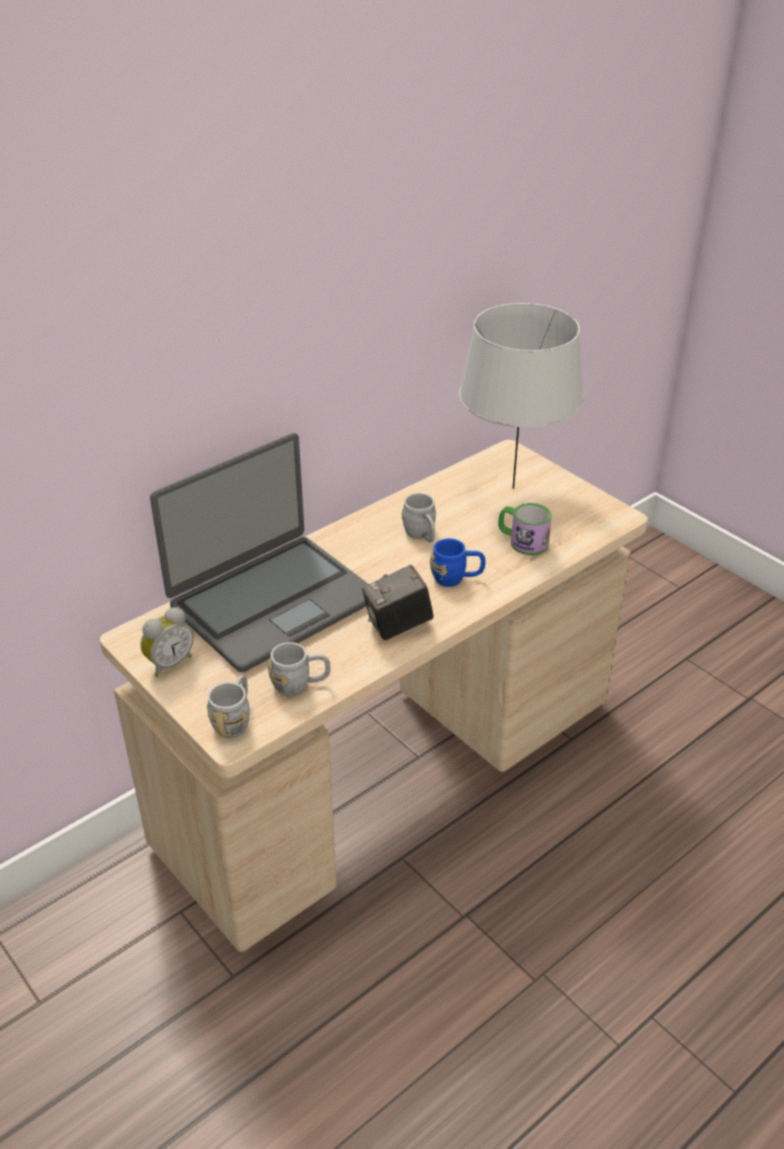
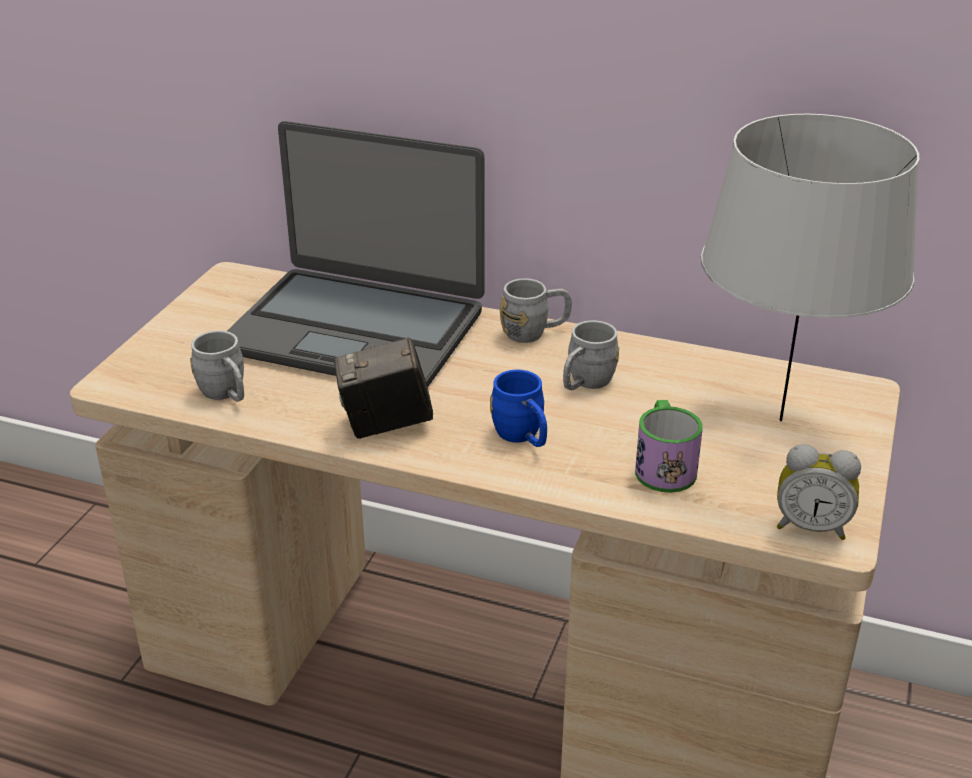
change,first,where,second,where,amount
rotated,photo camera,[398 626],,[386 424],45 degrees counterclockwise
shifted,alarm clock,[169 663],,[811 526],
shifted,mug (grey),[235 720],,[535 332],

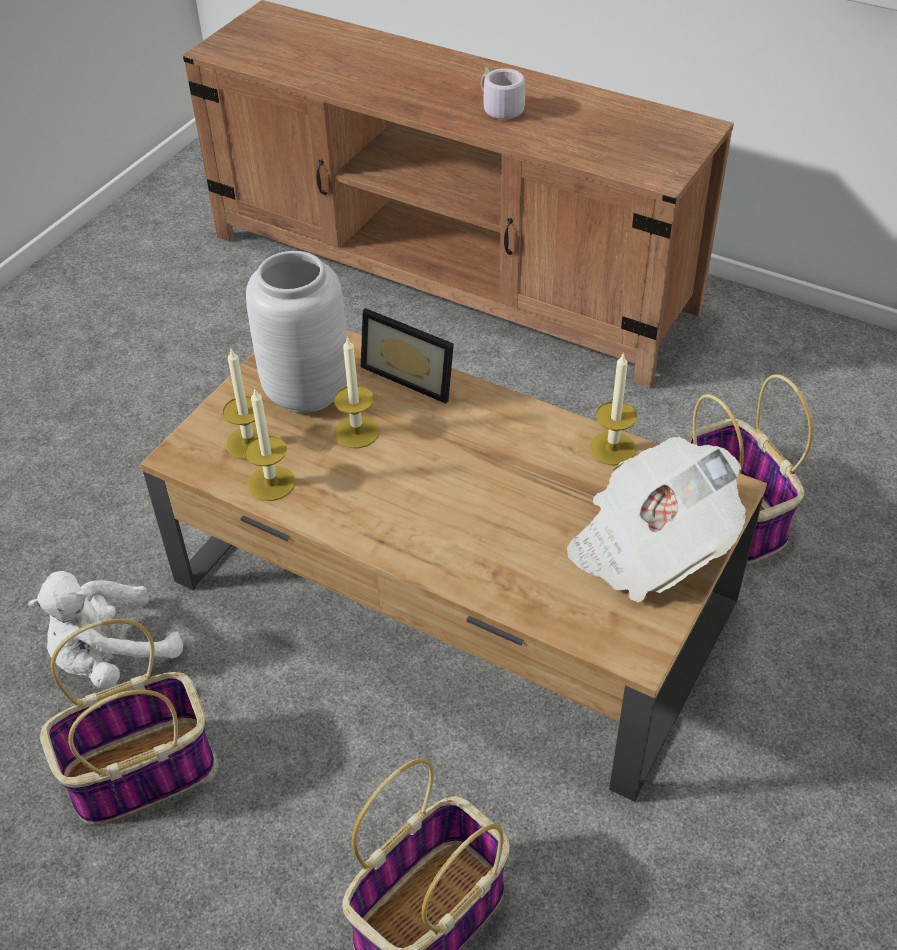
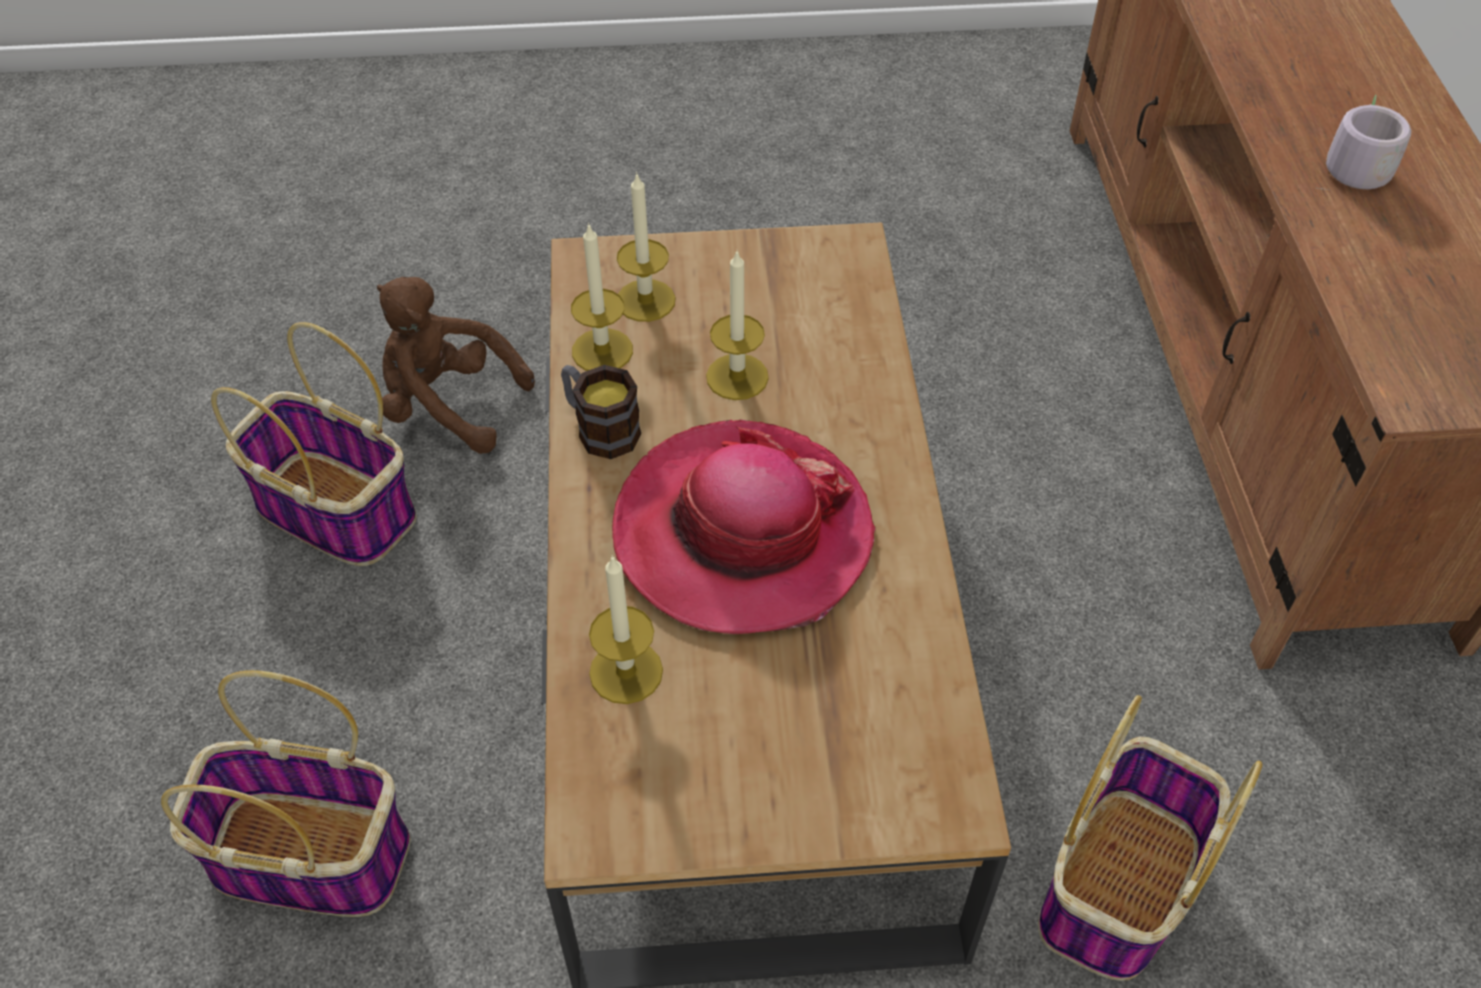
change,first,where,second,where,amount
gone,vase (grey),[309 391],,,
gone,picture frame,[413 374],,,
shifted,candle,[612 448],,[626 672],
gone,newspaper,[649 547],,,
repainted,plush toy (white),[110 657],plush toy (brown),[448 405],
new,,,mug,[600 428],
new,,,hat,[742 533],

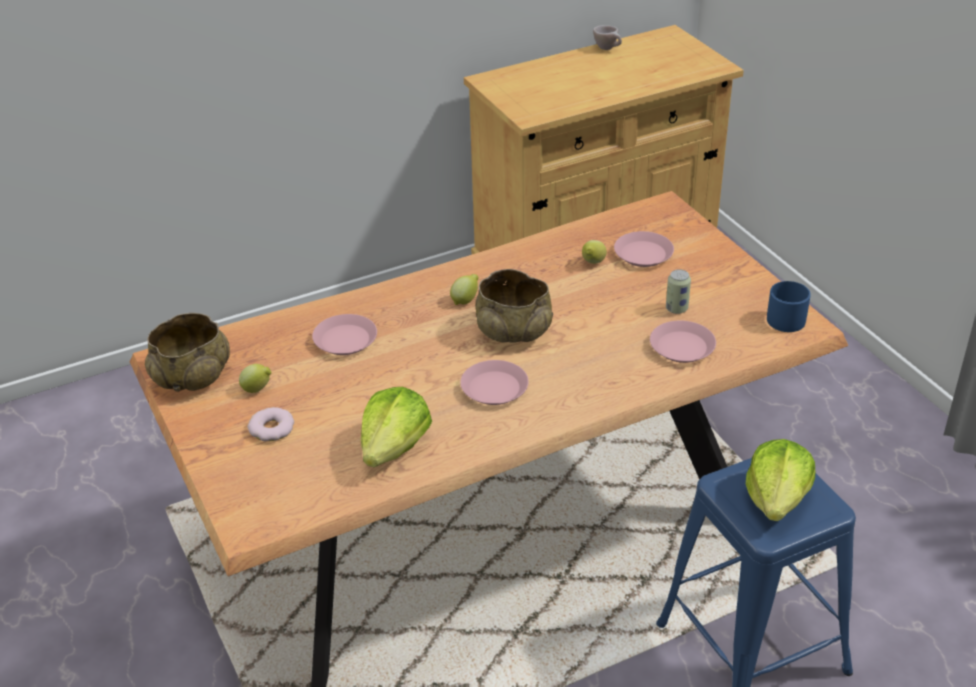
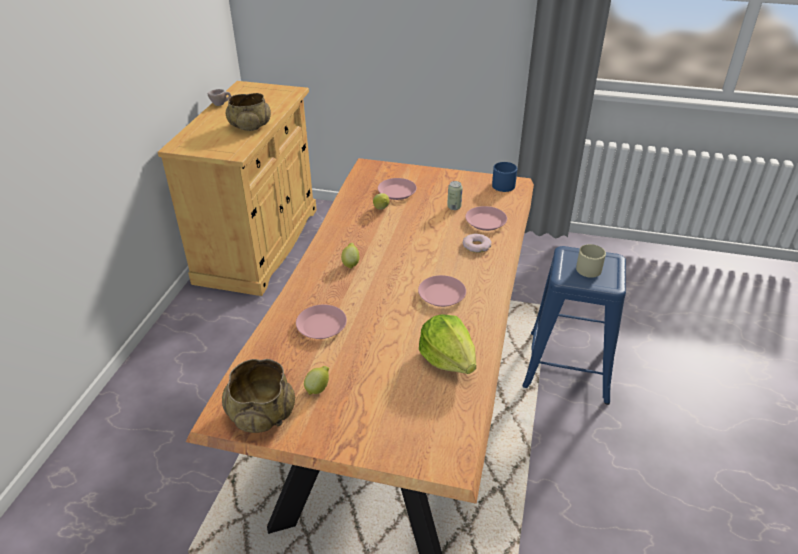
change,first,where,second,where,amount
shifted,bowl (beige),[513 331],,[250 126],
shifted,donut,[272 429],,[476 246],
swapped,lettuce,[777 499],mug (beige),[591 268],

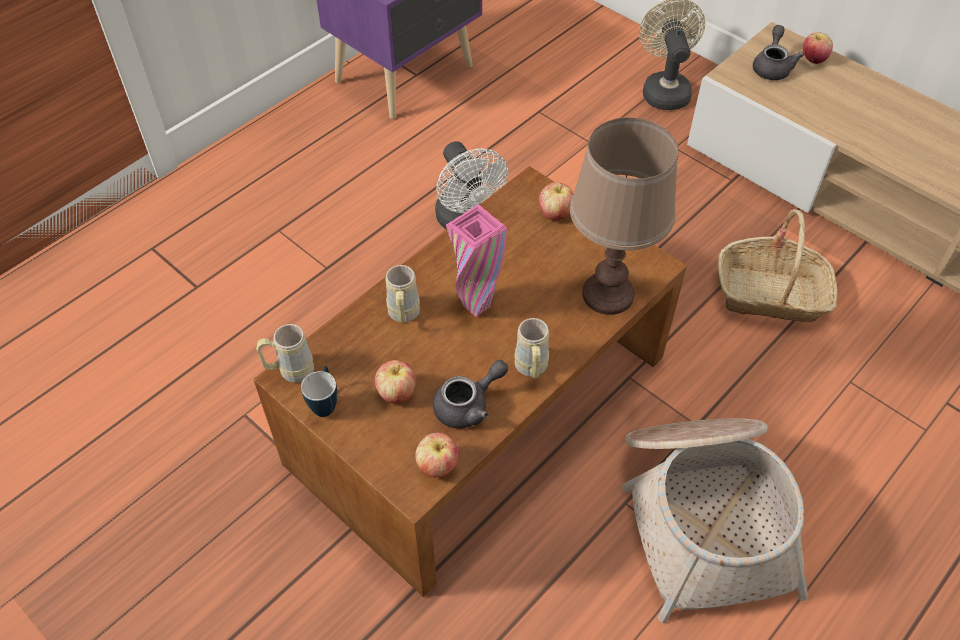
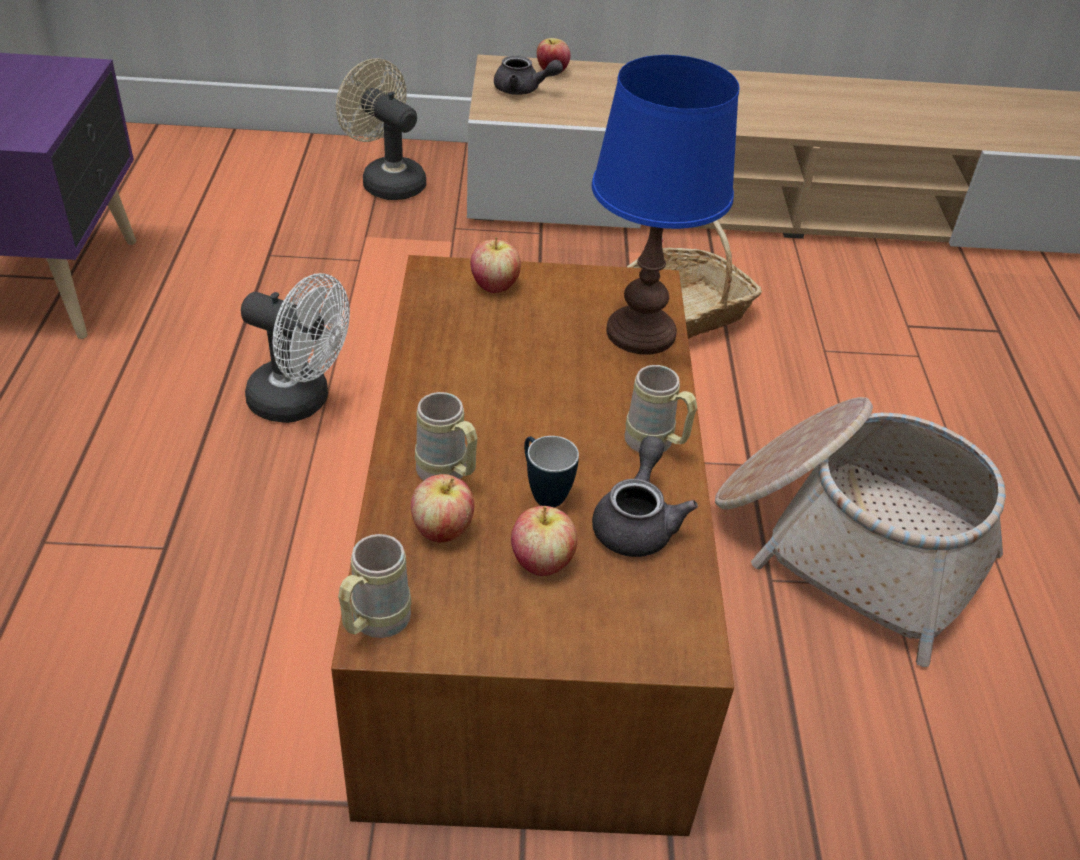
change,first,where,second,where,amount
rotated,teapot (grey),[772 67],,[523 90],135 degrees clockwise
repainted,table lamp (brown),[607 294],table lamp (blue),[639 332],
gone,vase (pink),[476 306],,,
shifted,mug,[325 403],,[543 492],
shifted,apple,[437 466],,[442 530],

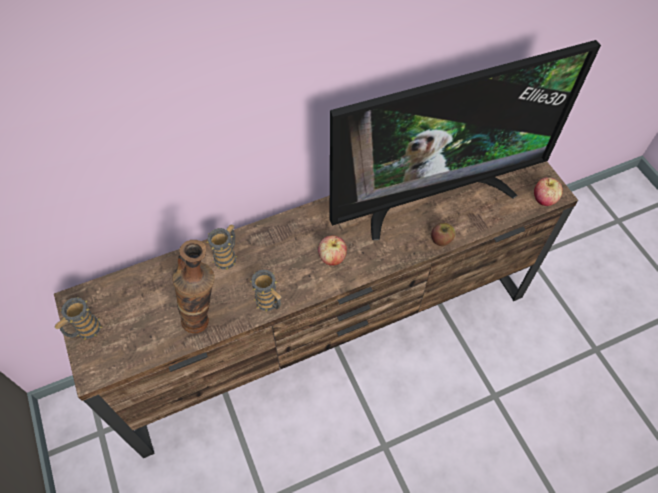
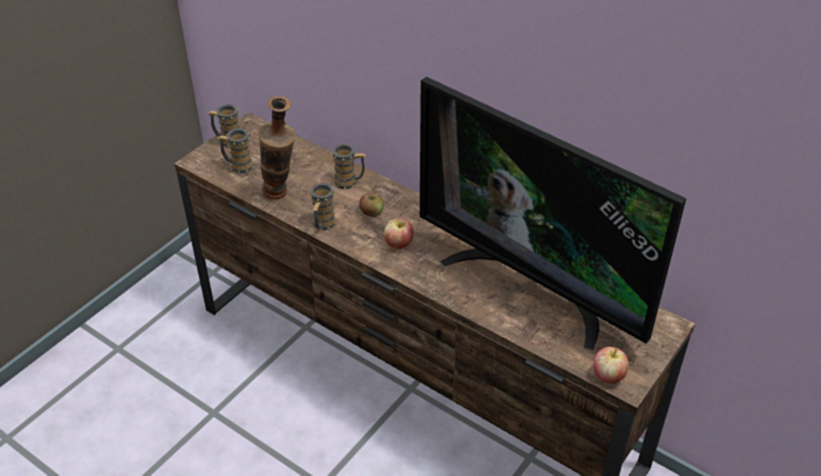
change,first,where,second,where,amount
shifted,apple,[441 239],,[372 212],
new,,,mug,[238 166],

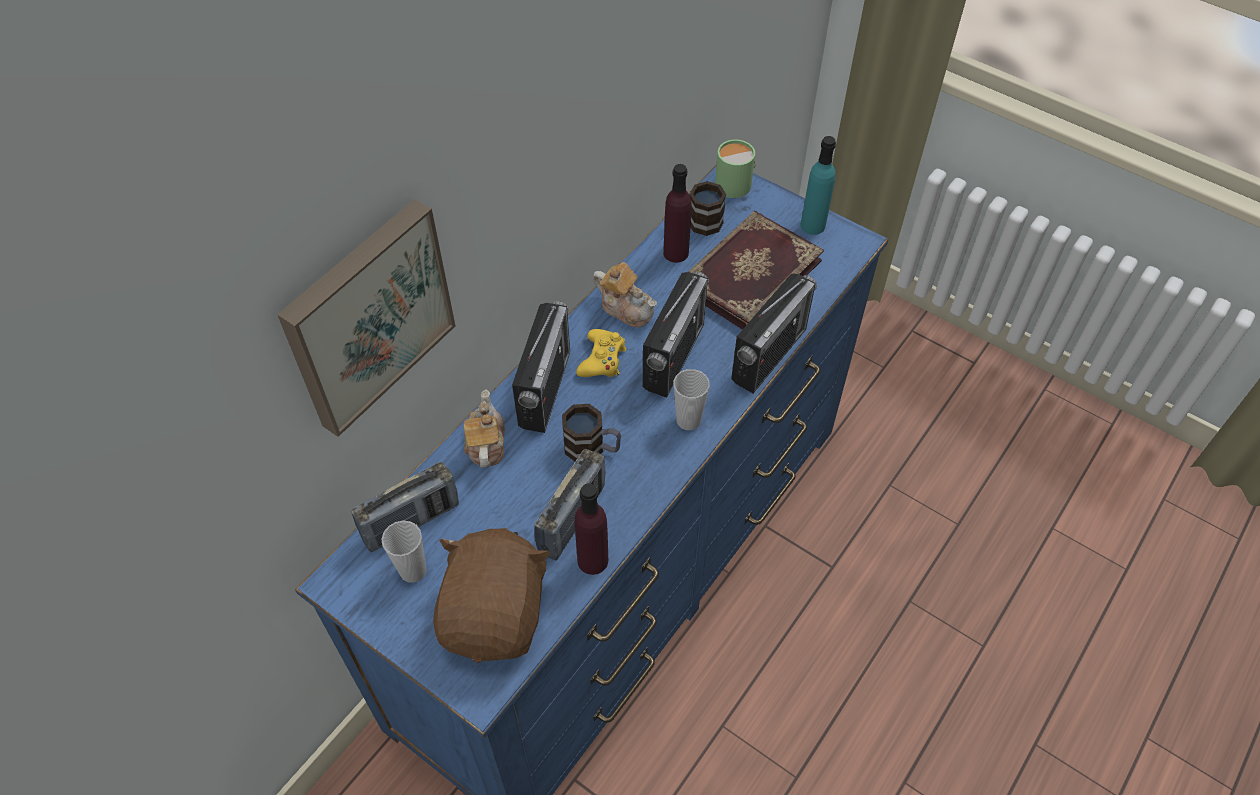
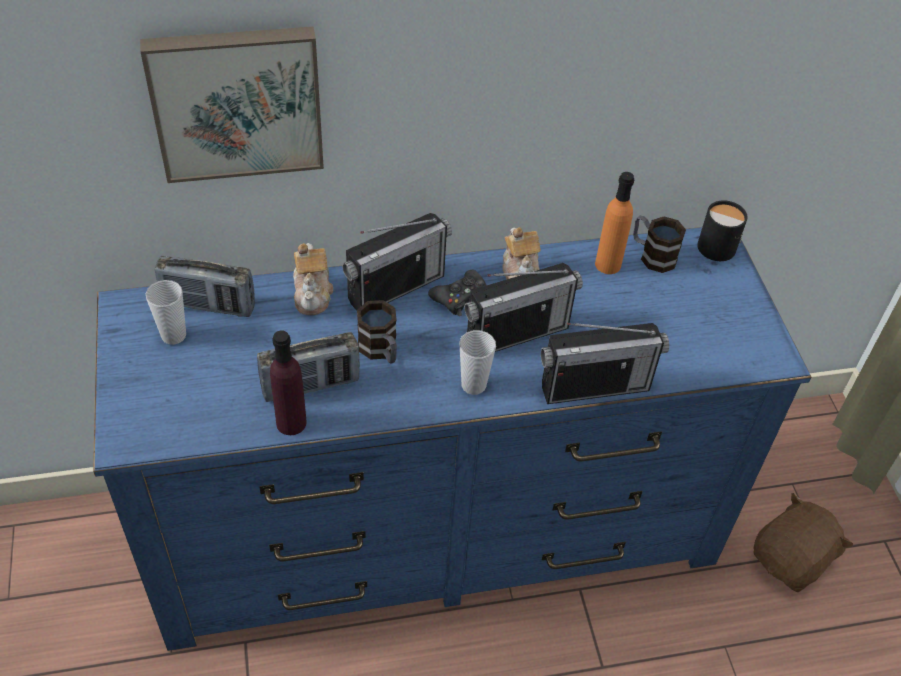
change,first,where,second,where,amount
gone,bottle (turquoise),[812 225],,,
repainted,mug (green),[732 182],mug (black),[718 244],
repainted,bottle (purple),[676 253],bottle (orange),[608 264],
gone,book,[748 273],,,
repainted,game controller (yellow),[602 359],game controller (black),[460 298],
rotated,teapot,[485 444],,[313 293],135 degrees clockwise
shifted,plush toy (brown),[496 614],,[791 560],

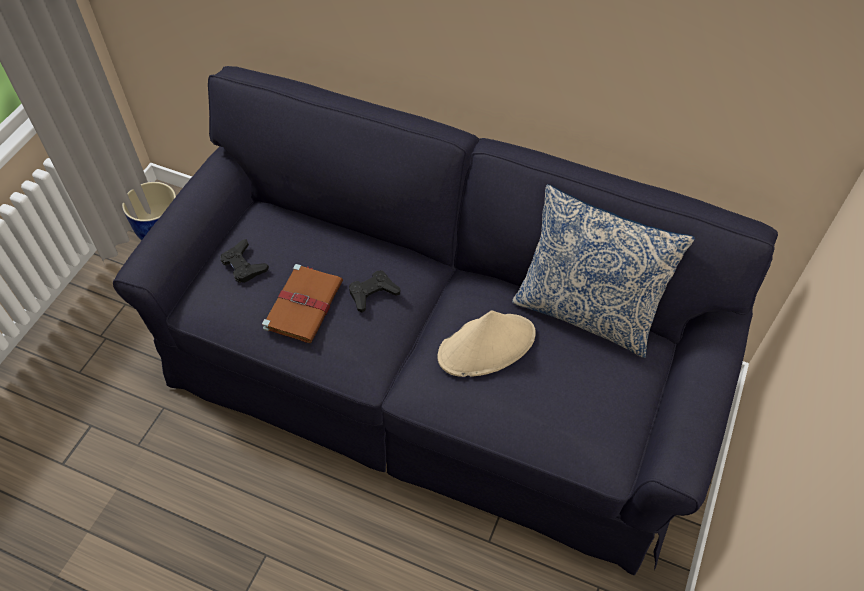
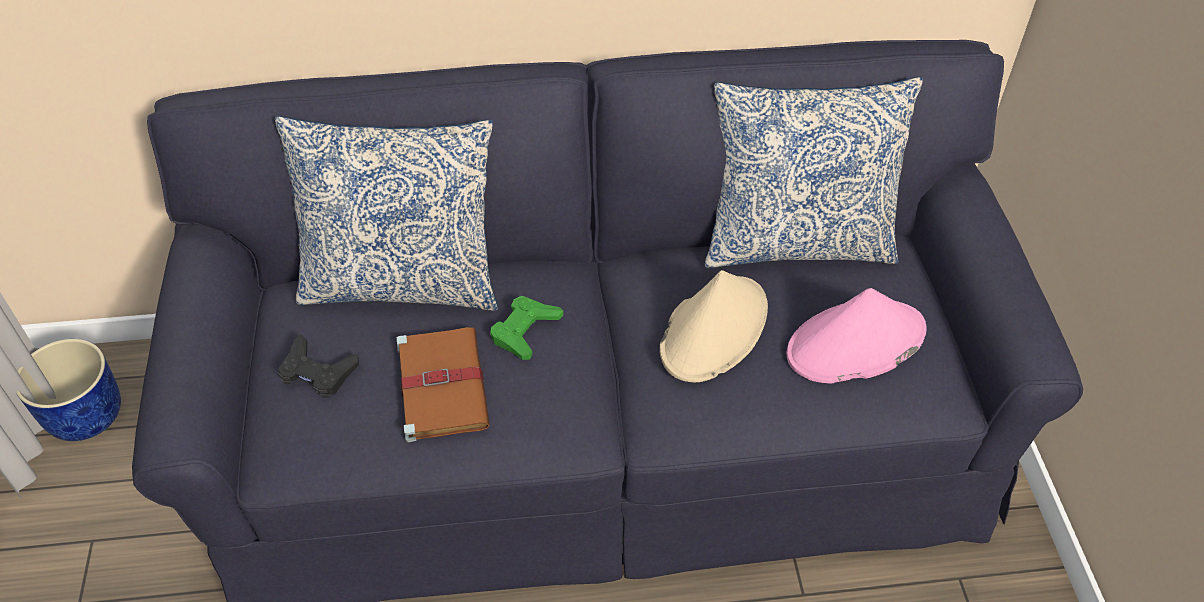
change,first,where,second,where,amount
repainted,game controller (black),[373 293],game controller (green),[525 331],
new,,,pillow,[403 281],
new,,,hat (pink),[855 343],

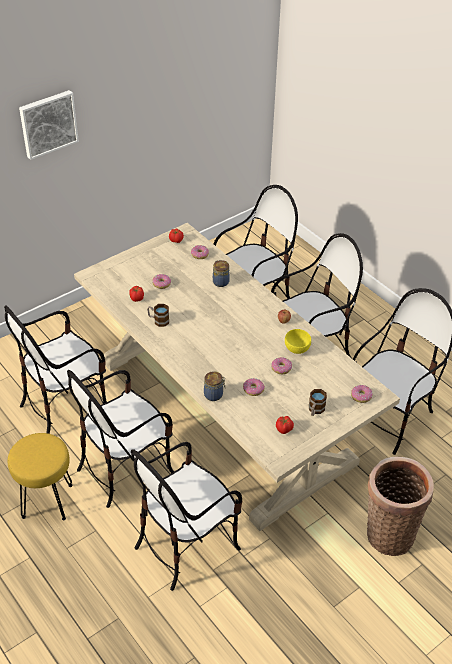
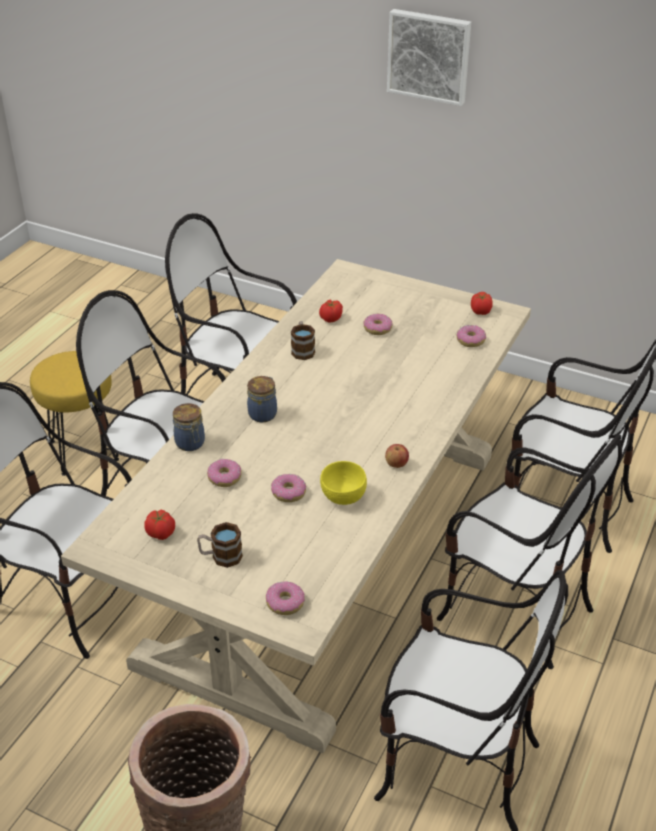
change,first,where,second,where,amount
shifted,jar,[220 281],,[263 413],

